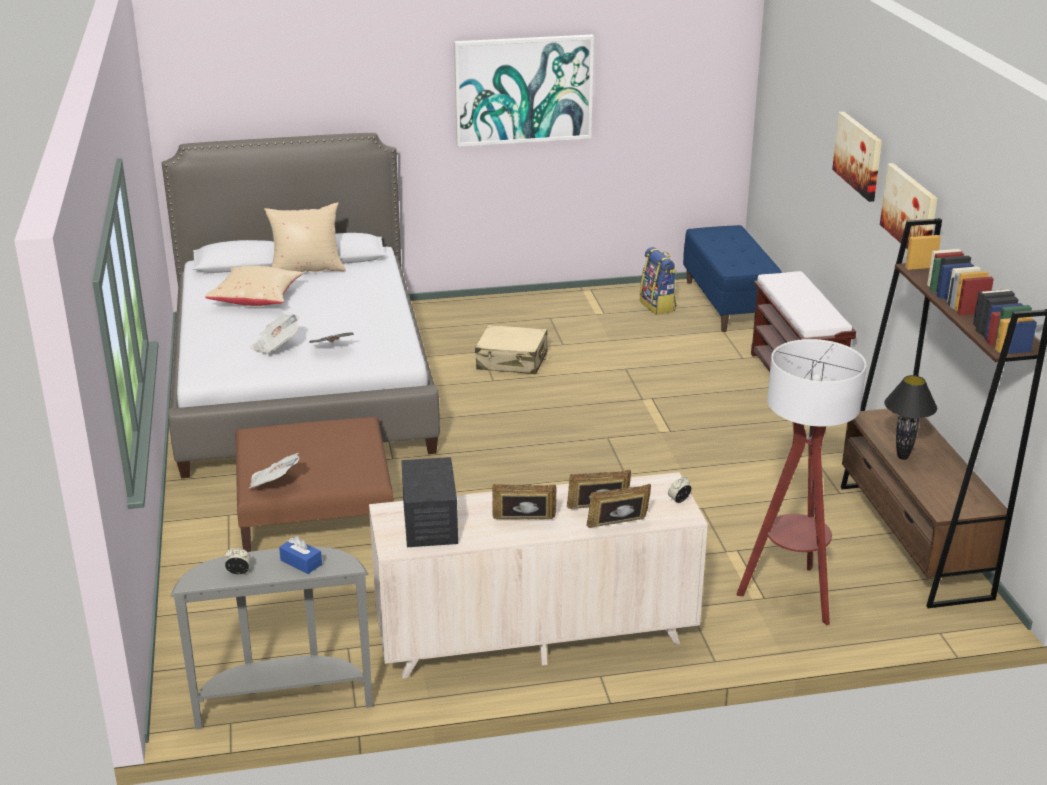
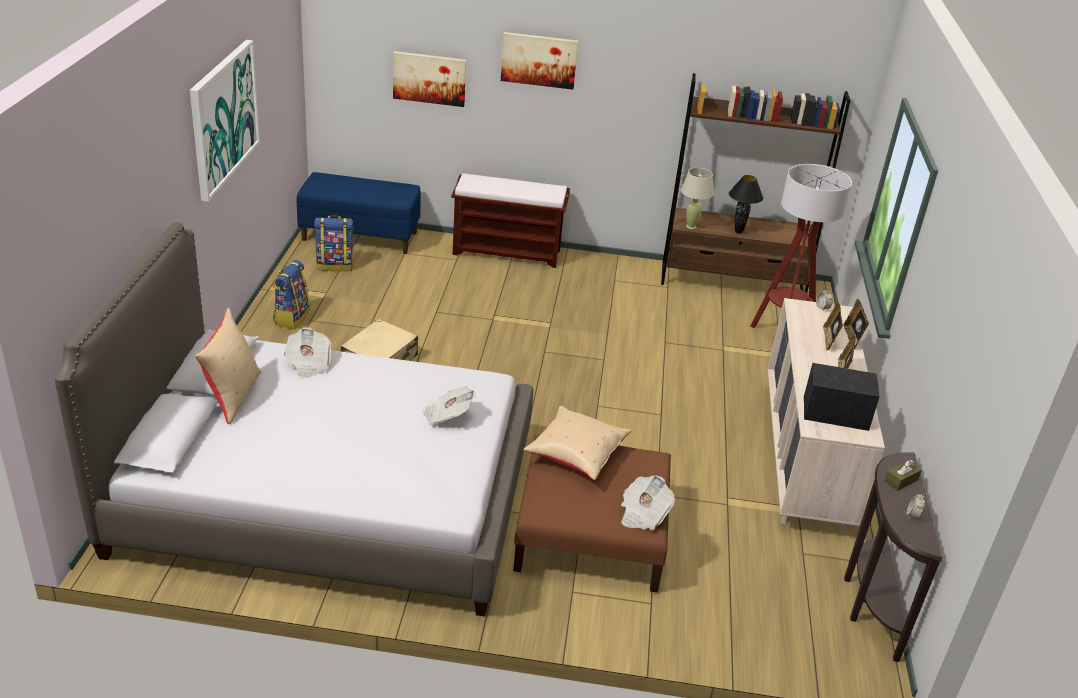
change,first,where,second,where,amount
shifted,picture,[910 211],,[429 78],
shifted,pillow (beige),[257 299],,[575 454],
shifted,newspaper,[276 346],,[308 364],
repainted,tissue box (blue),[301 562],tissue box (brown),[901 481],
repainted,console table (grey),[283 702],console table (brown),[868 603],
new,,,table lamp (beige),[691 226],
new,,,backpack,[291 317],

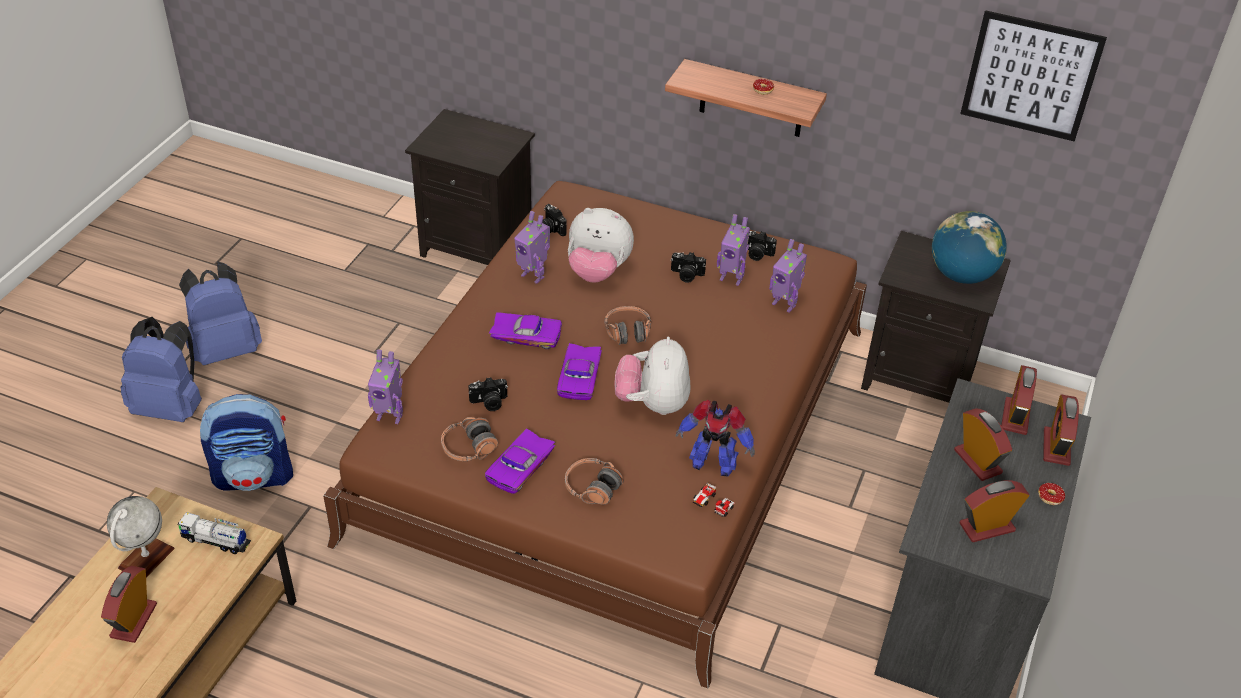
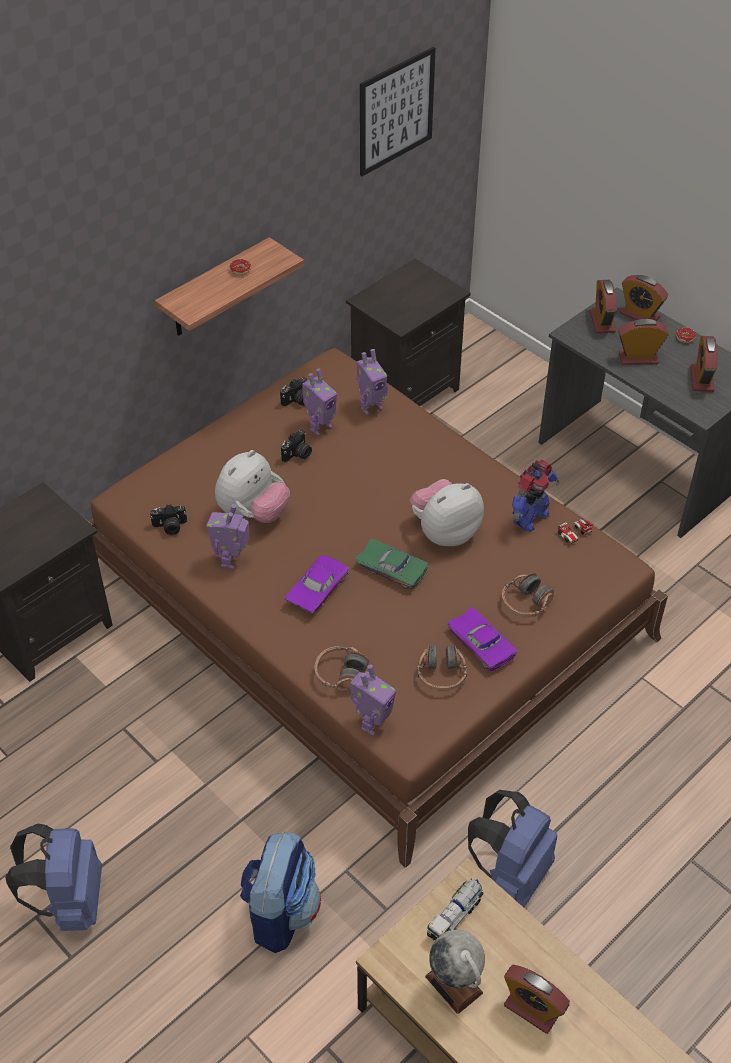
change,first,where,second,where,amount
rotated,toy robot,[533 275],,[231 560],135 degrees clockwise
gone,globe,[961 275],,,
shifted,headphones,[628 332],,[341 674],
shifted,backpack (blue),[171 407],,[510 874],
rotated,plush toy,[652 403],,[444 532],120 degrees clockwise
repainted,toy car (purple),[581 377],toy car (green),[393 567],
rotated,alarm clock,[1015 417],,[602 322],45 degrees clockwise
gone,photo camera,[489 403],,,

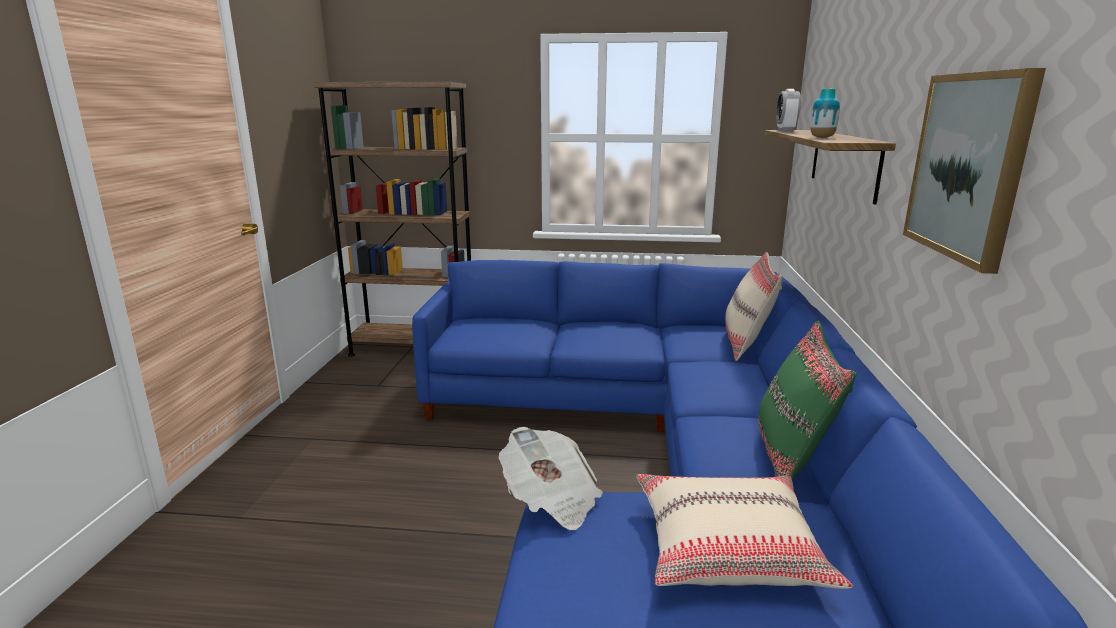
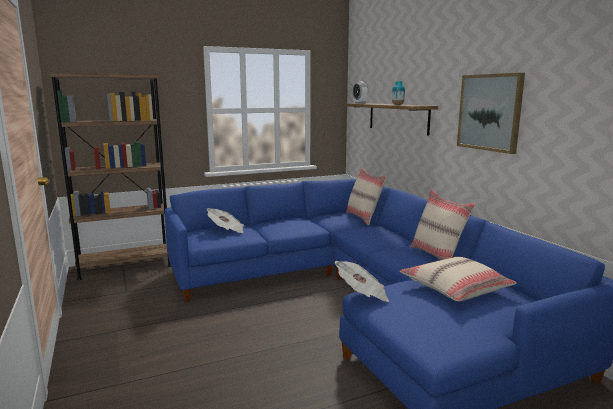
change,first,where,second,where,amount
repainted,pillow (green),[792 458],pillow (beige),[437 256],
new,,,newspaper,[226 230],

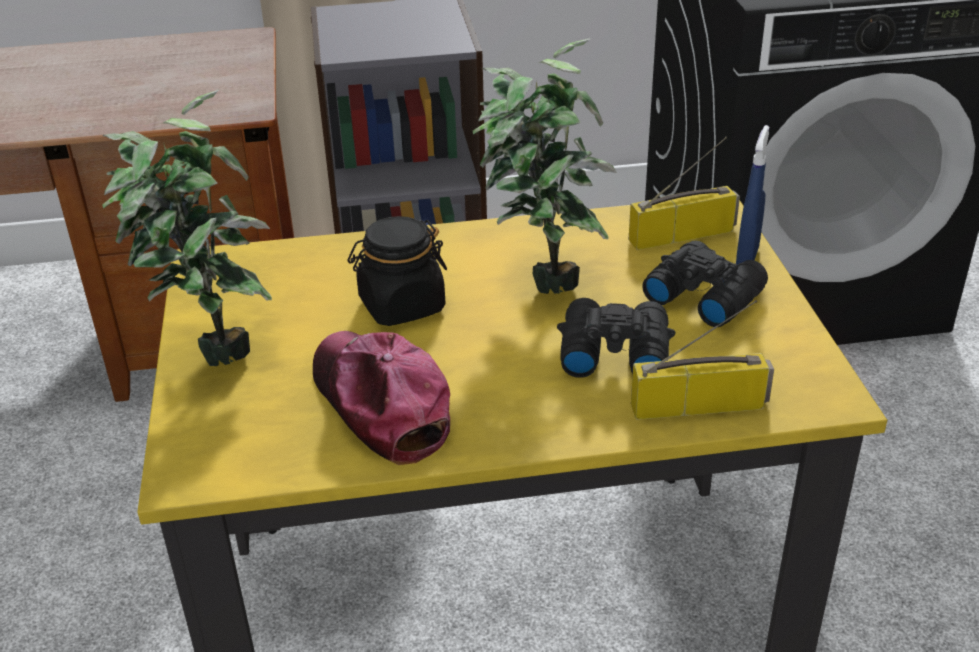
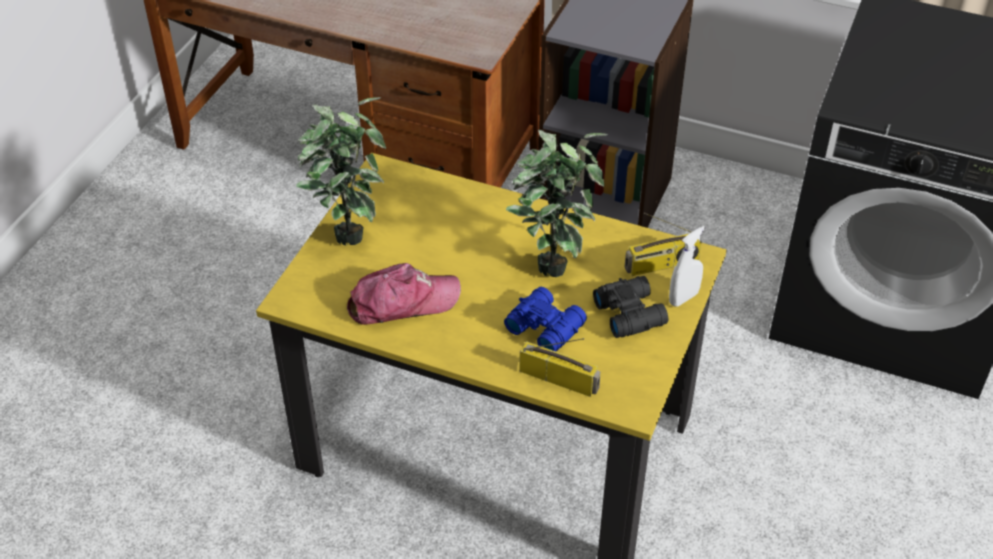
change,first,where,second,where,amount
repainted,spray bottle (blue),[747 256],spray bottle (white),[683 298],
rotated,radio,[682 234],,[661 265],150 degrees clockwise
gone,jar (black),[401 306],,,
repainted,binoculars (black),[612 352],binoculars (blue),[545 326],
rotated,cap,[380 404],,[402 302],75 degrees clockwise

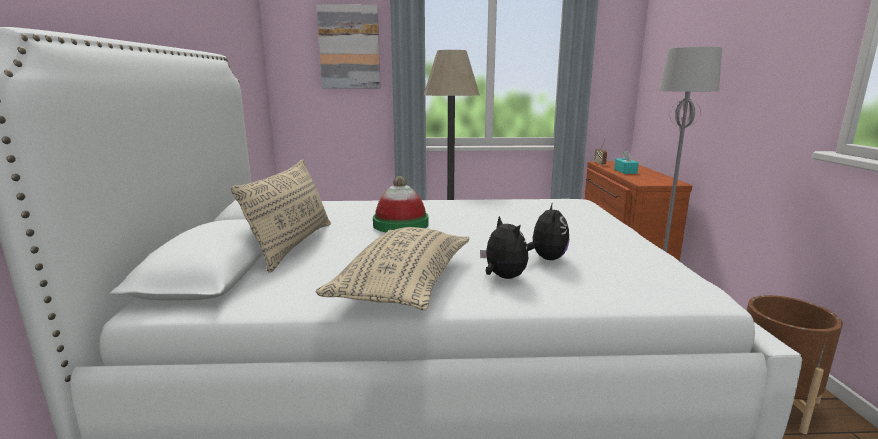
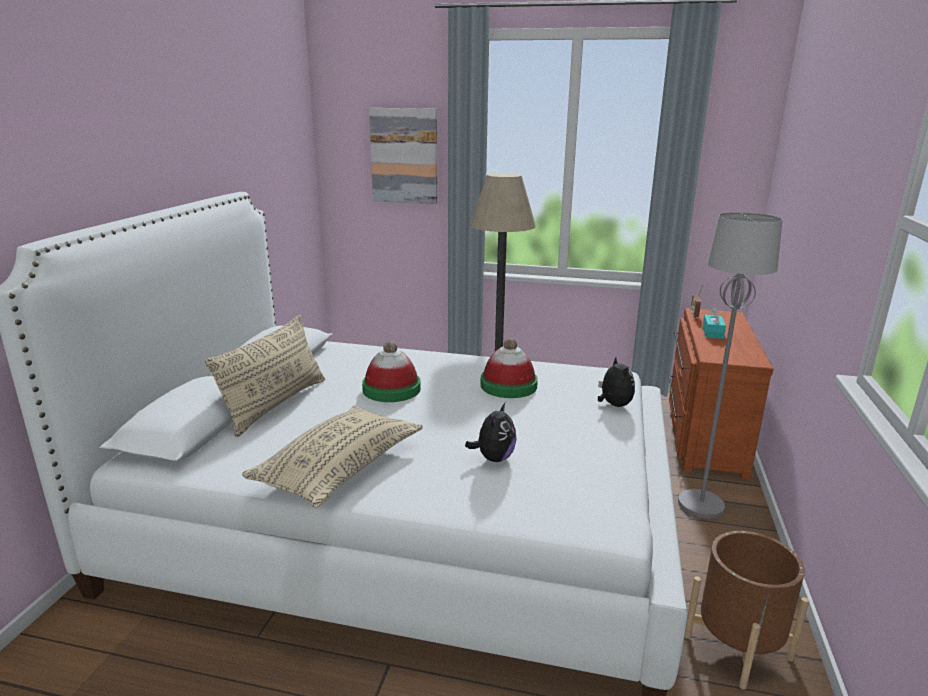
change,first,where,second,where,amount
shifted,plush toy,[503 277],,[614 405],
new,,,hat,[508 385],

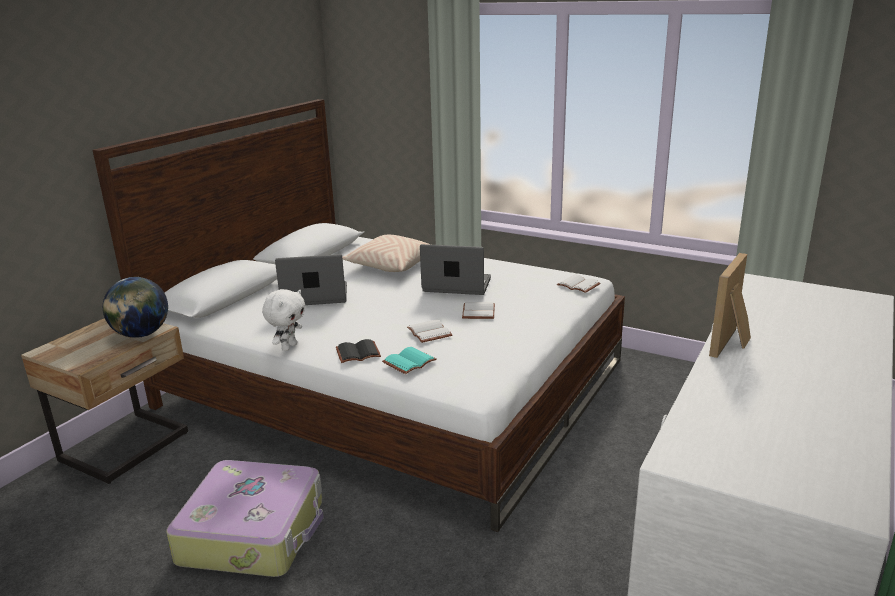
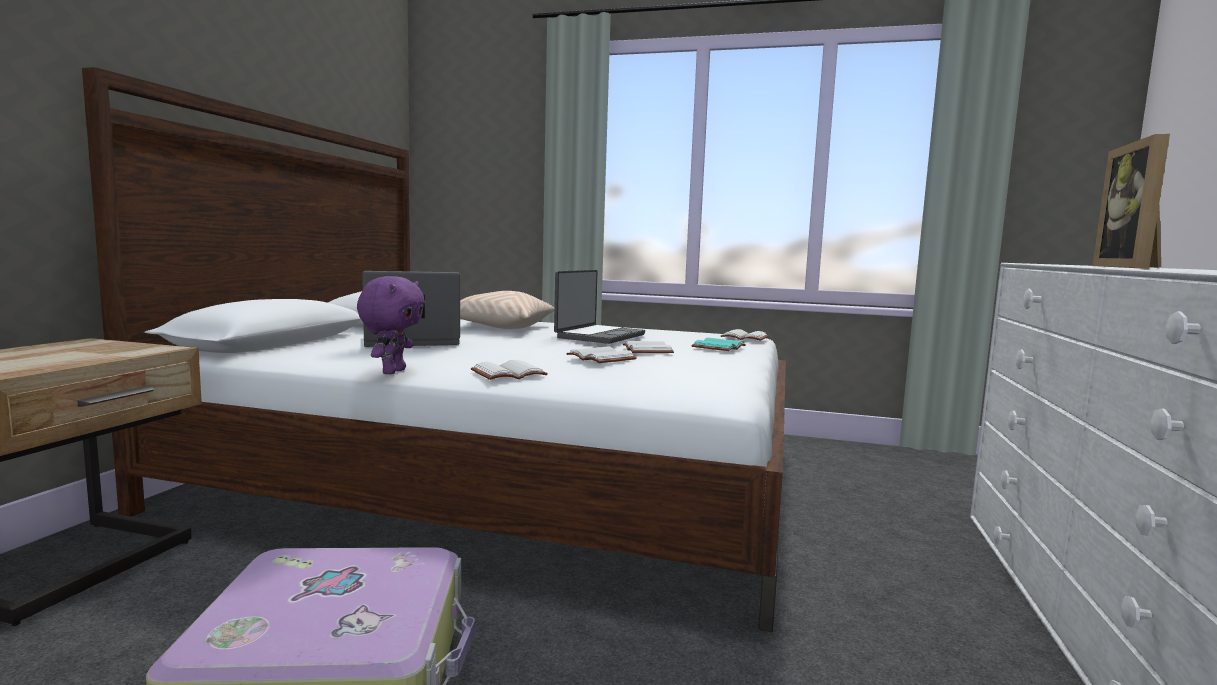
change,first,where,second,where,amount
rotated,laptop,[456 286],,[599 336],120 degrees clockwise
gone,globe,[141 334],,,
repainted,plush toy (white),[288 347],plush toy (purple),[392 371],
repainted,book (black),[357 354],book (white),[508 374],
shifted,book (turquoise),[409 361],,[717 347],

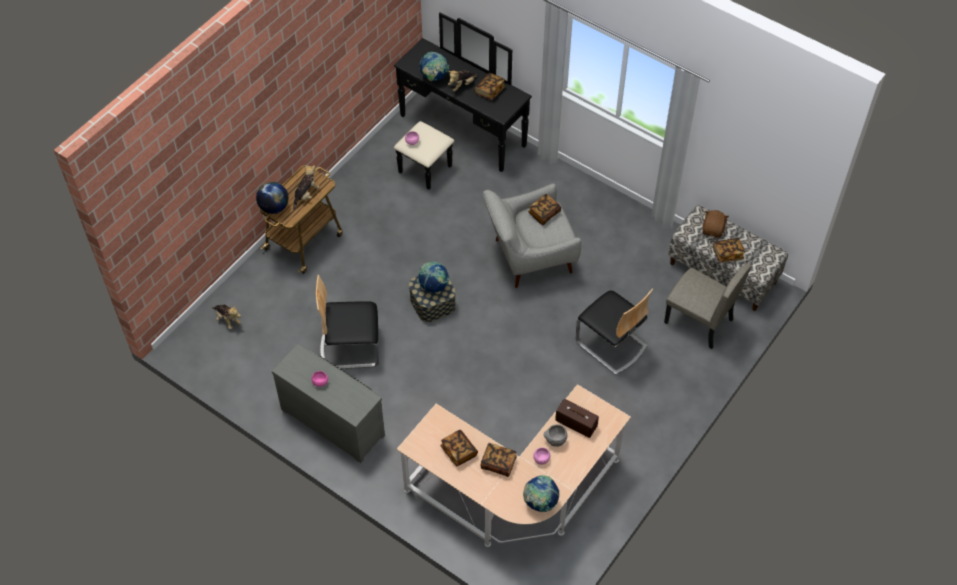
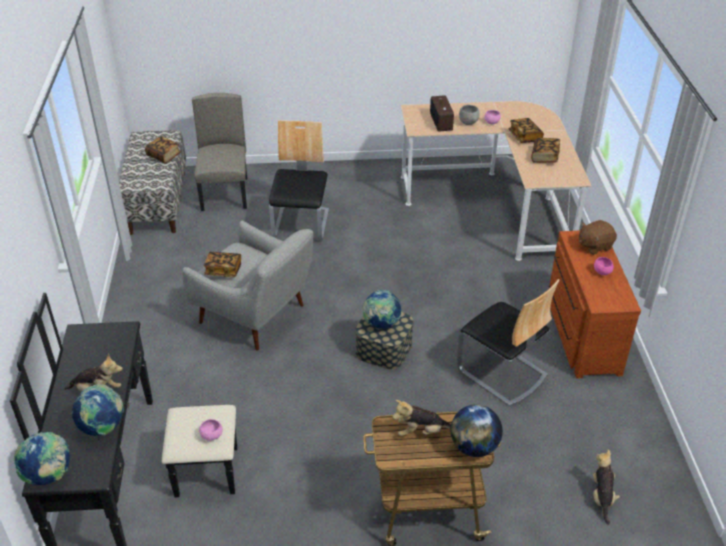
change,first,where,second,where,amount
gone,book,[489 91],,,
shifted,plush toy (brown),[713 230],,[594 246],
repainted,dresser (grey),[334 420],dresser (brown),[580 334],
shifted,globe,[540 502],,[49 476],

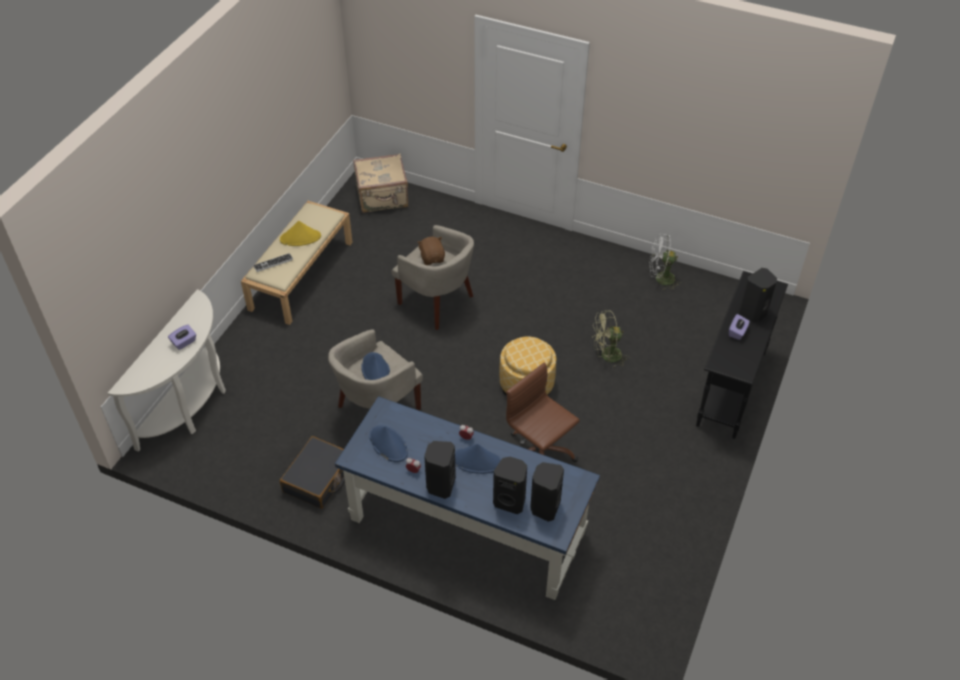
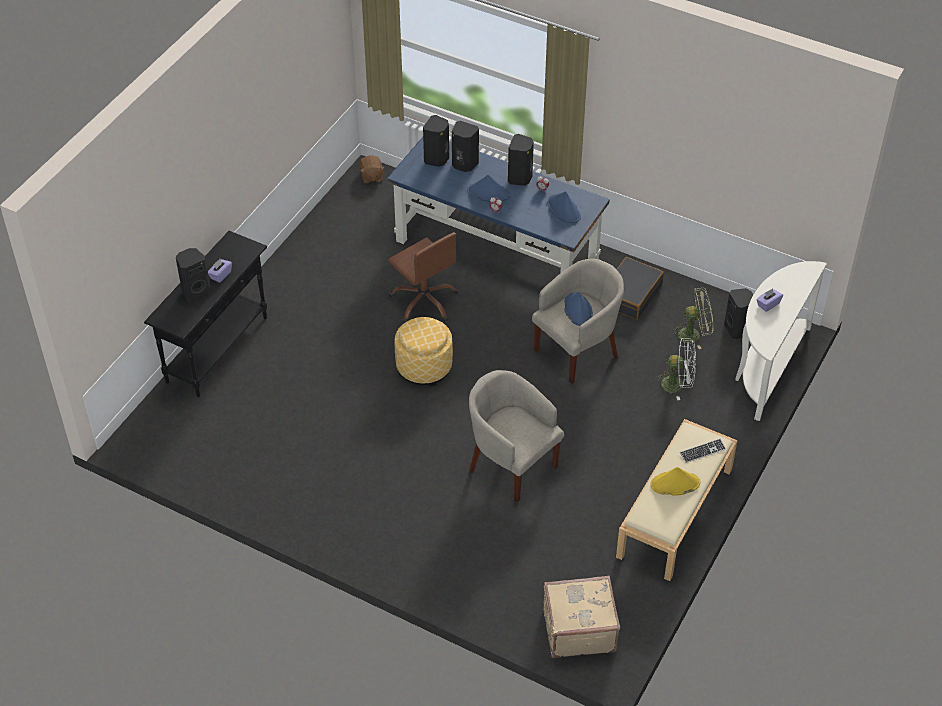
change,first,where,second,where,amount
shifted,fan (white),[660 279],,[677 384],
shifted,plush toy (brown),[432 258],,[371 176],
shifted,fan (green),[606 356],,[694 334],
new,,,speaker (black),[737 329],

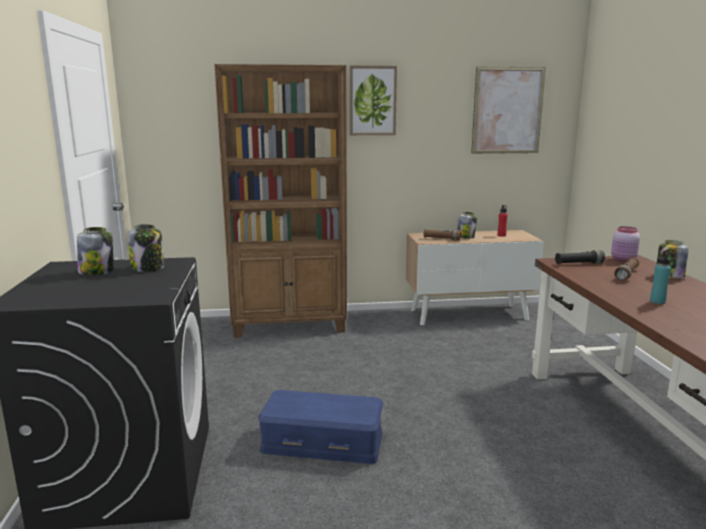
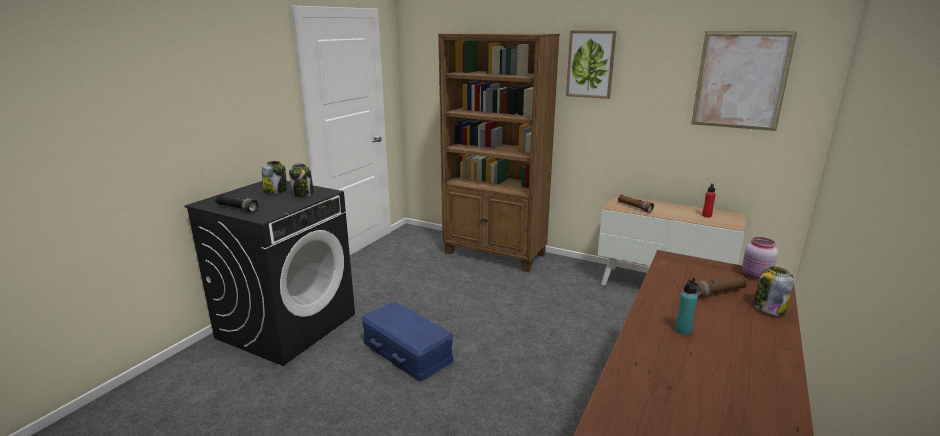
change,first,where,second,where,amount
gone,jar,[465 237],,,
shifted,flashlight (black),[579 264],,[237 208],

